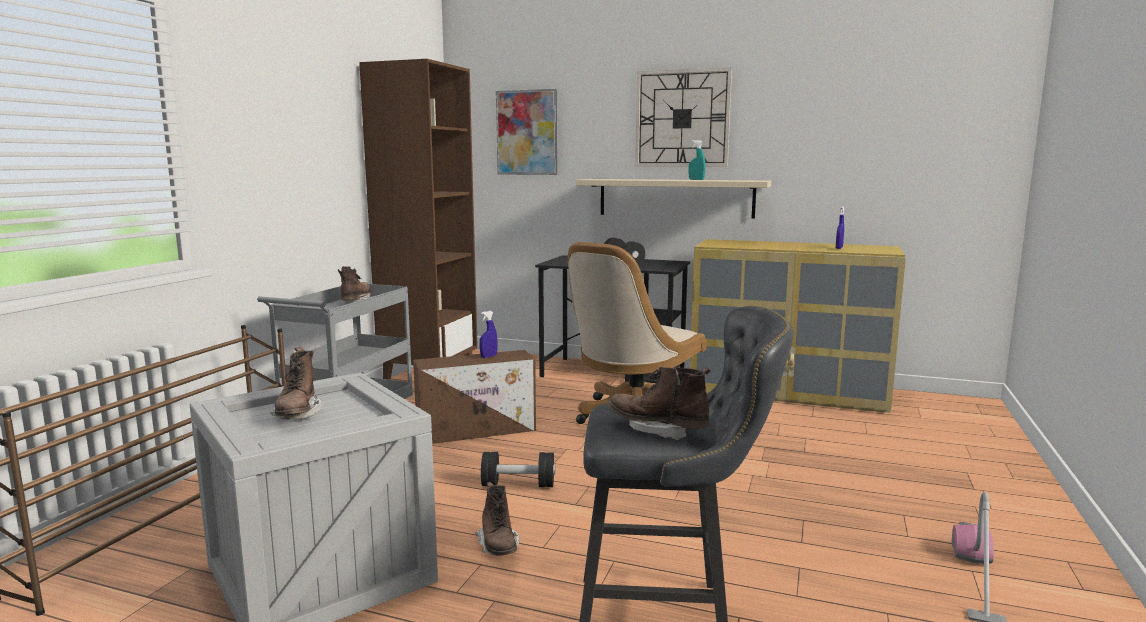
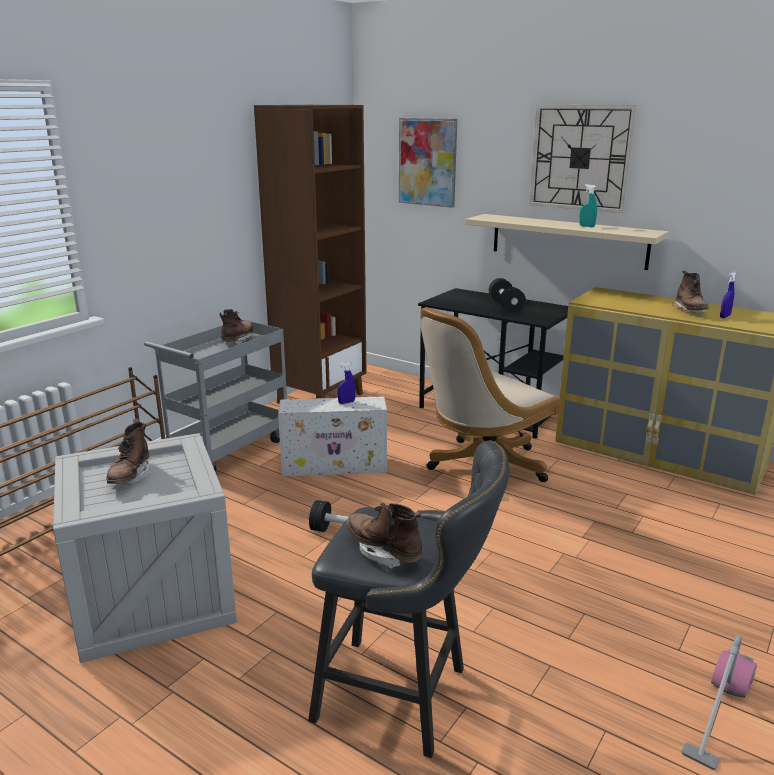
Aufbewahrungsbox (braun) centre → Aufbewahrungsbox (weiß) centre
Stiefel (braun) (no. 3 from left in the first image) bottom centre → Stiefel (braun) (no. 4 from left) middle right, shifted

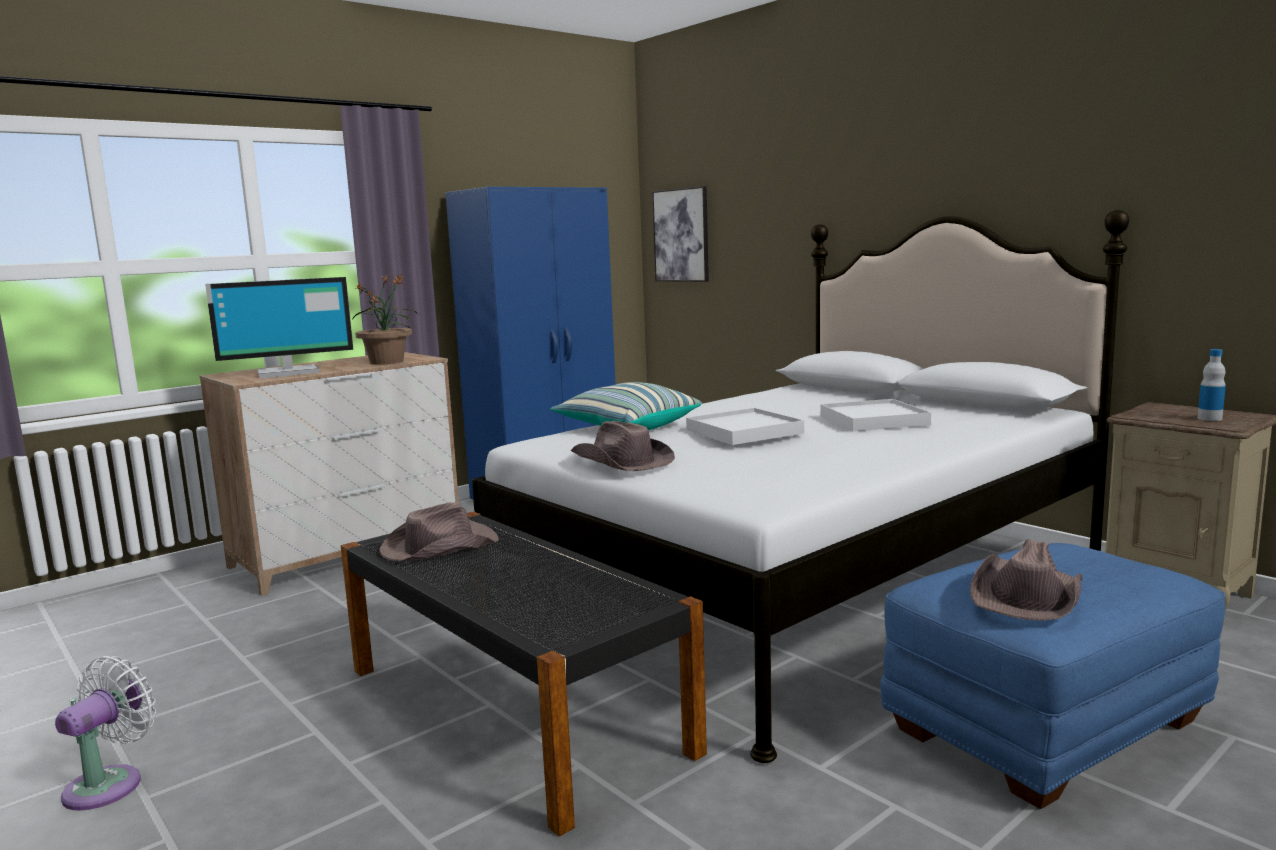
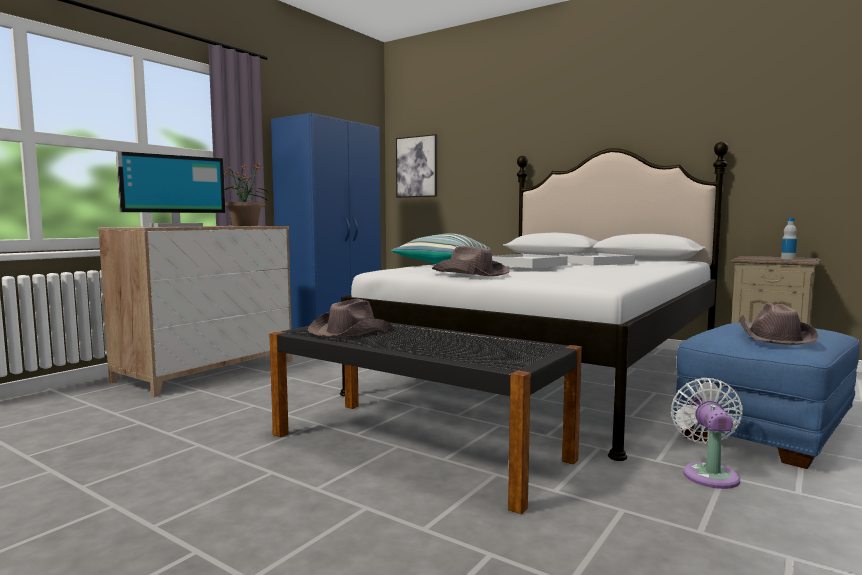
Ventilator (weiß) bottom left → Ventilator (weiß) bottom right, shifted

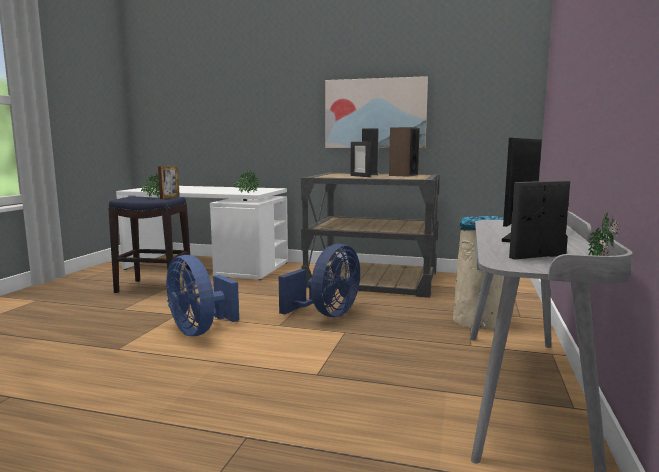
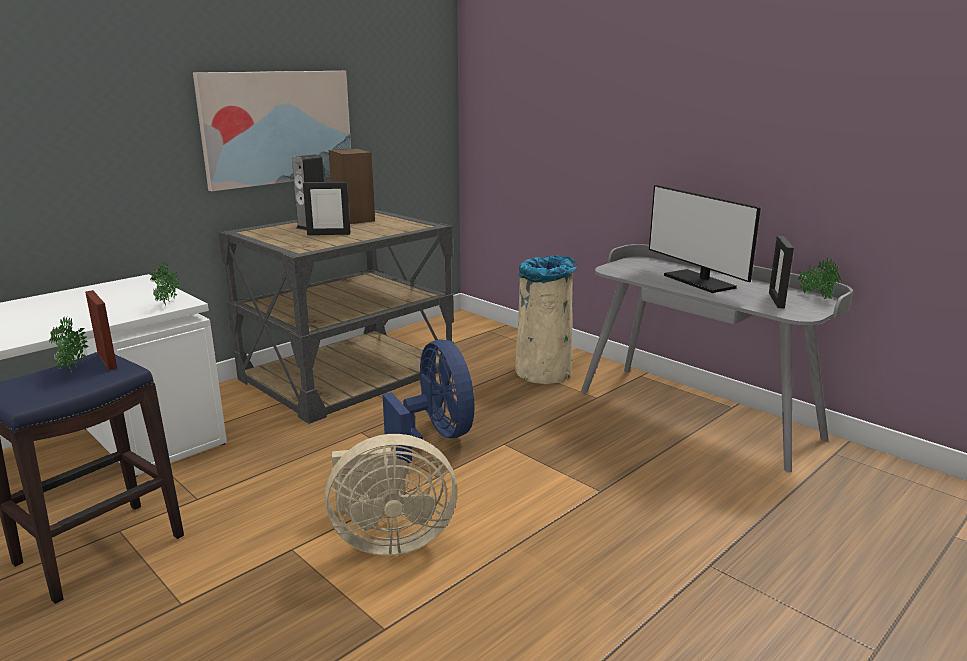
Ventilator (blau) (no. 1 from left) middle left → Ventilator (beige) bottom centre

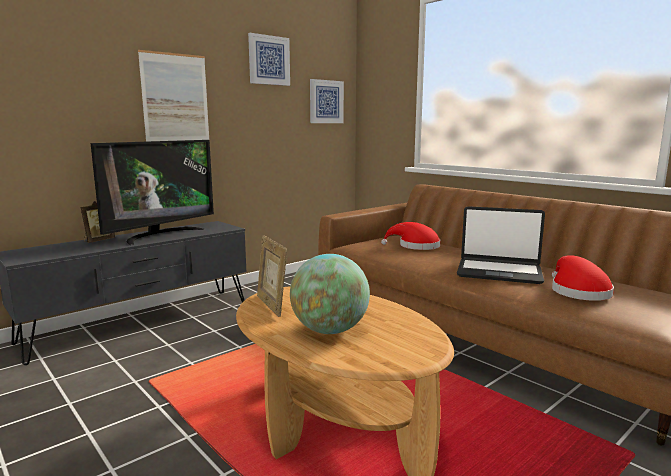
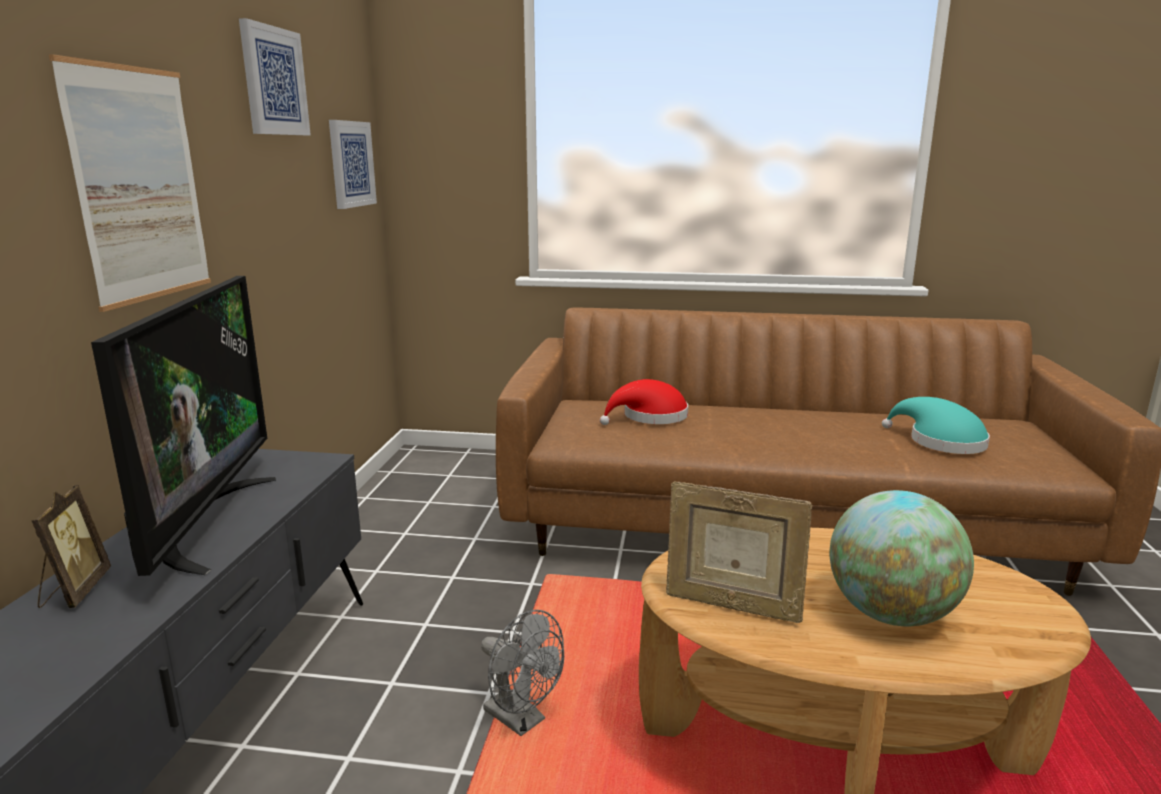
Laptop middle right → -
Hut (rot) (no. 2 from left) middle right → Hut (türkis) middle right
- → Ventilator (grau) bottom centre

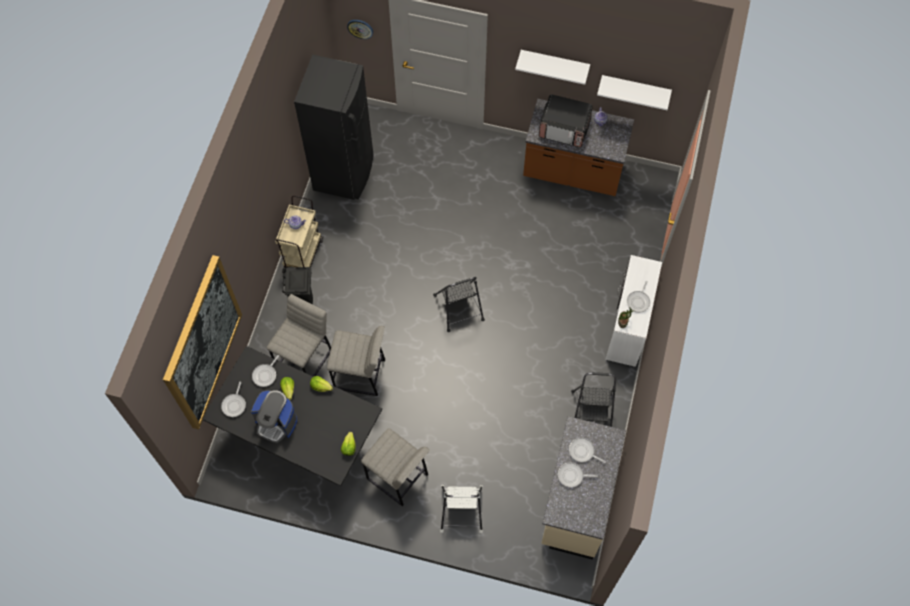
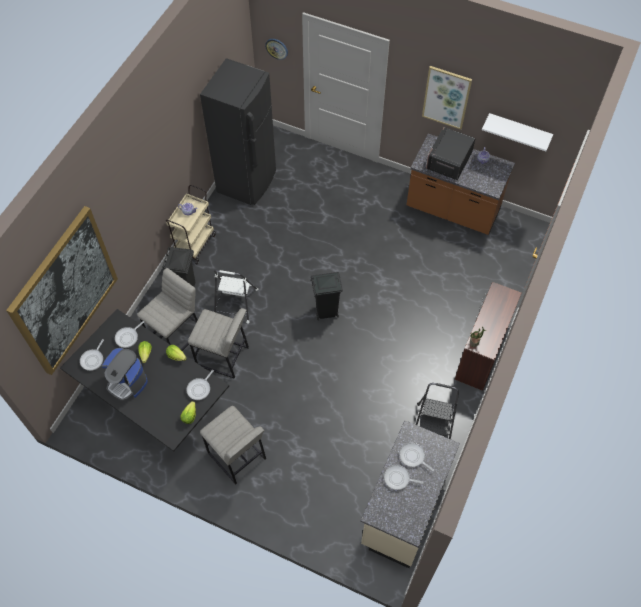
Wandregal (weiß) (no. 1 from left) top centre → Bild (no. 2 from left) top right
Mikrowelle top centre → Mikrowelle top right, 90 degrees clockwise
Schreibtisch (weiß) middle right → Schreibtisch (braun) middle right
Trittleiter (schwarz) (no. 1 from left) centre → Mülleimer (schwarz) (no. 2 from left) centre
Pfanne (no. 5 from left in the first image) middle right → Pfanne (no. 3 from left) middle left, shifted
Trittleiter (weiß) bottom centre → Trittleiter (weiß) centre, shifted

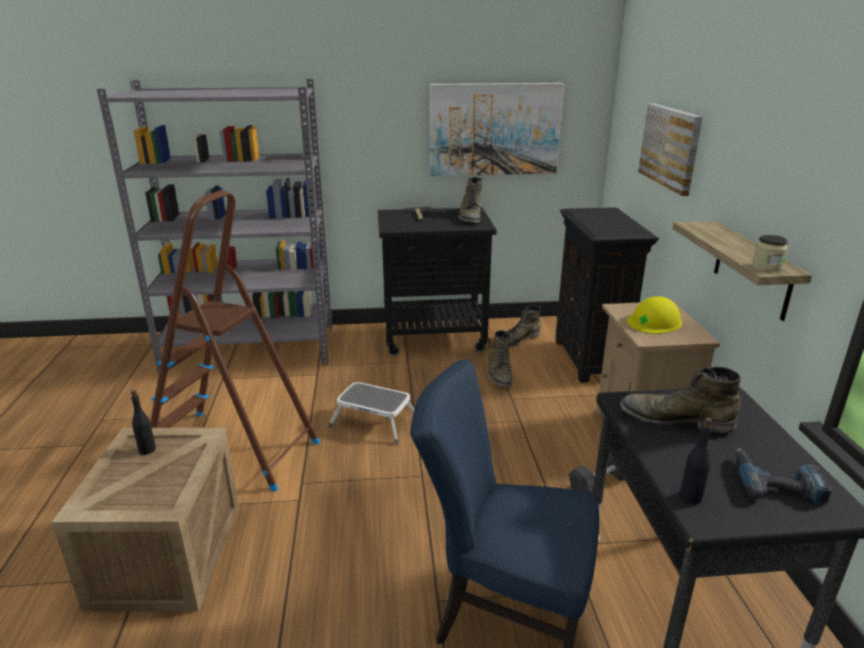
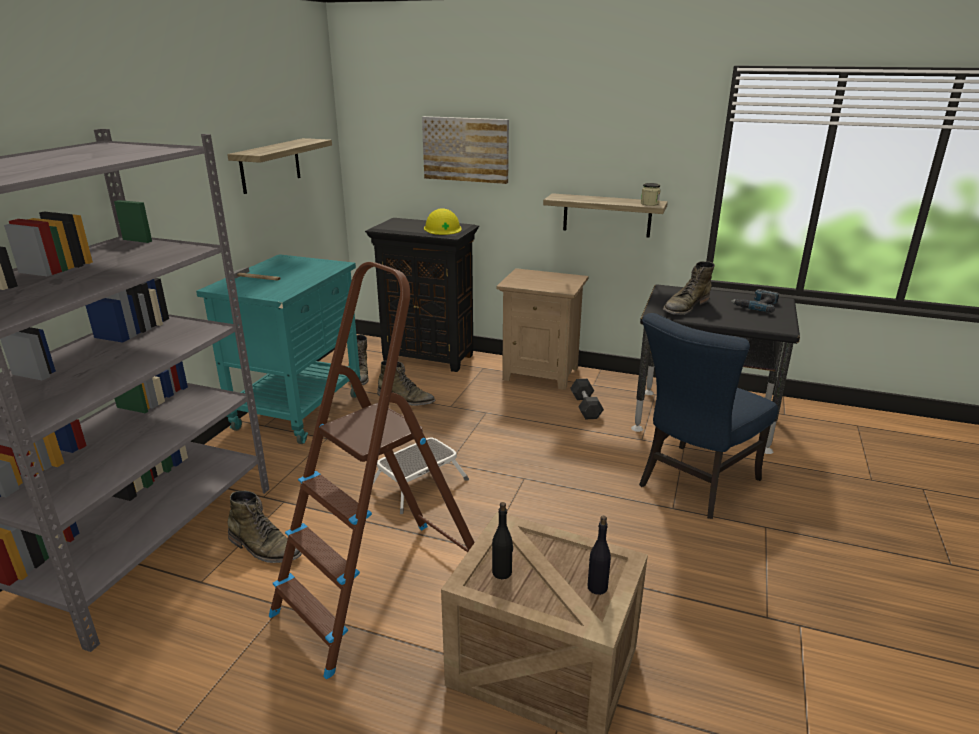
Bild (no. 1 from left) top centre → Wandregal (no. 1 from left) top left
Stiefel (grün) (no. 1 from left) top centre → Stiefel (grün) (no. 1 from left) bottom left, shifted
Rollwagen (schwarz) centre → Rollwagen (türkis) middle left
Schutzhelm (gelb) middle right → Schutzhelm (gelb) top centre, shifted
Flasche (schwarz) (no. 2 from left) bottom right → Flasche (schwarz) (no. 2 from left) bottom centre, shifted

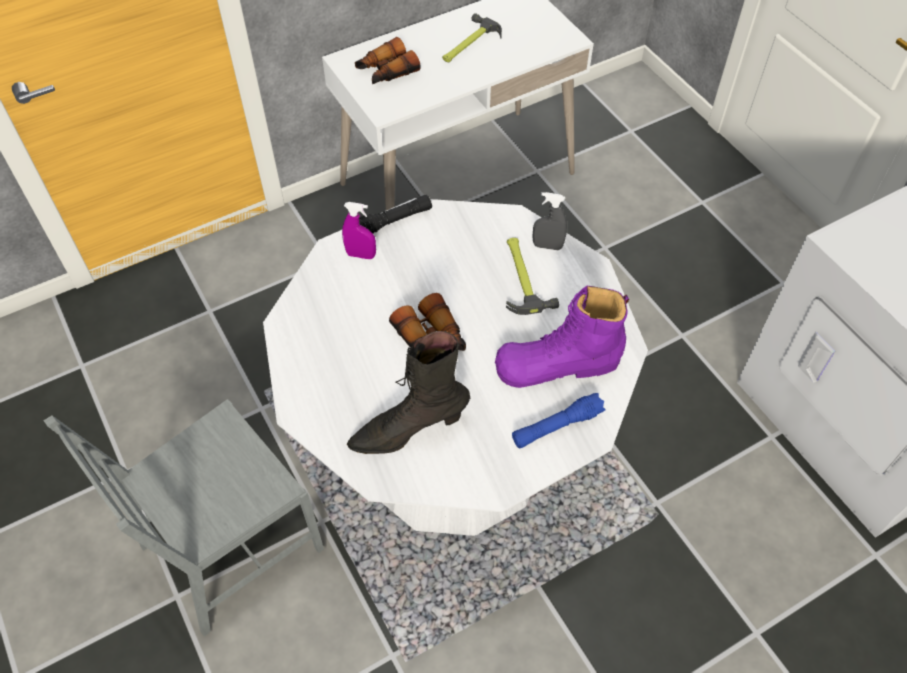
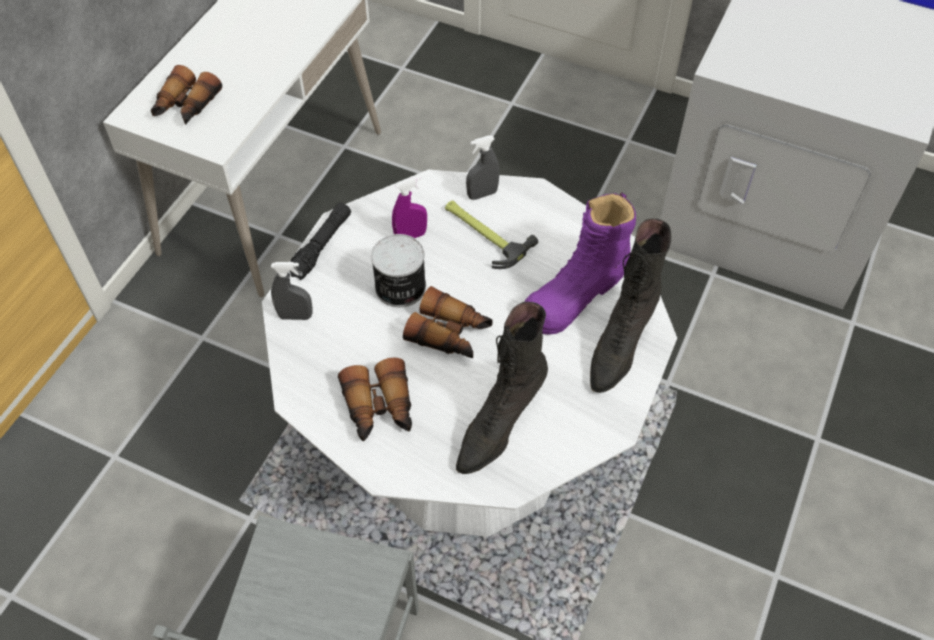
Hammer (no. 1 from left) top centre → -
Sprühflasche (lila) centre → Sprühflasche (lila) top centre, shifted
Taschenlampe (blau) centre → Stiefel (schwarz) (no. 2 from left) middle right
- → Dose centre
- → Sprühflasche (grau) (no. 1 from left) middle left
- → Fernglas (no. 2 from left) centre

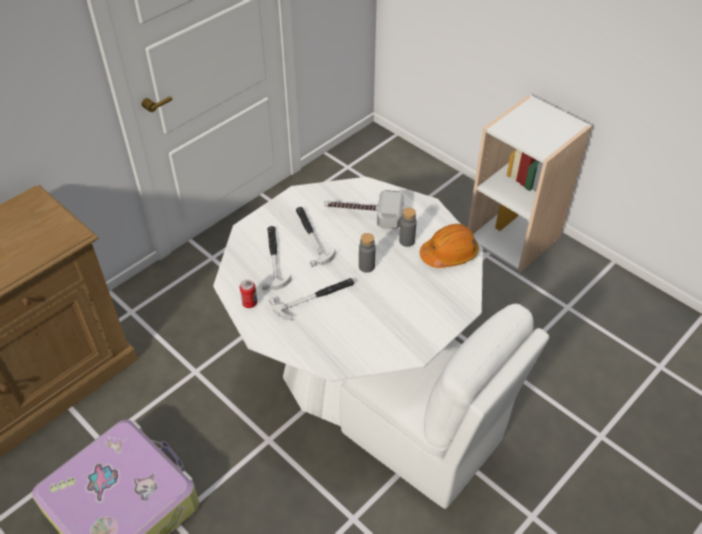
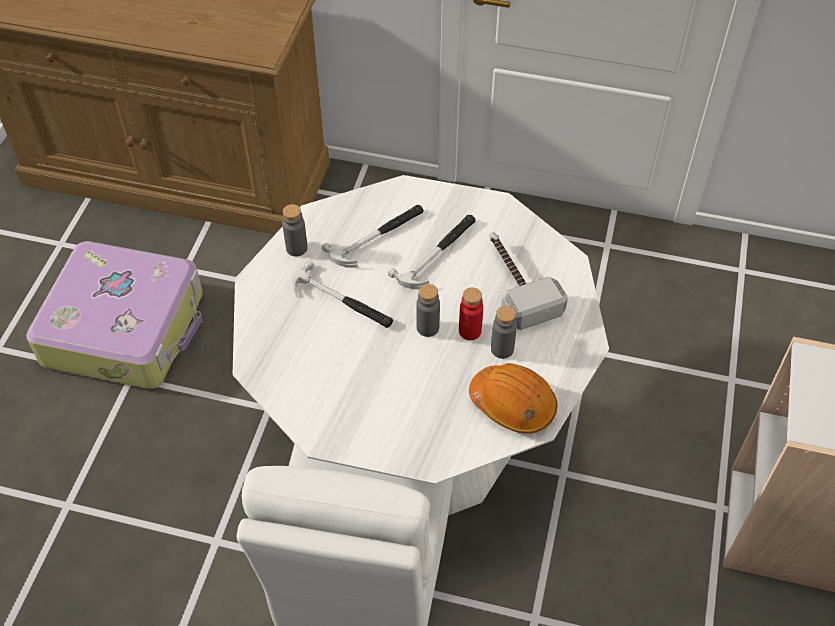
Dose centre → Flasche (grau) (no. 1 from left) centre
- → Flasche (rot) centre

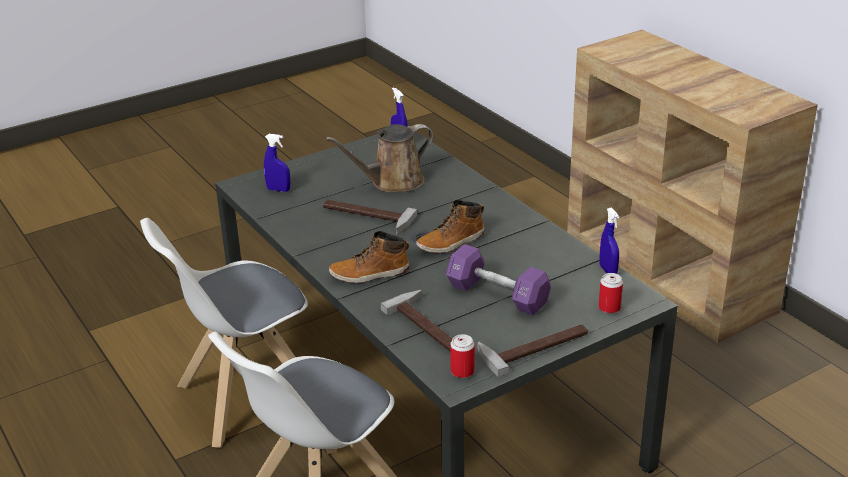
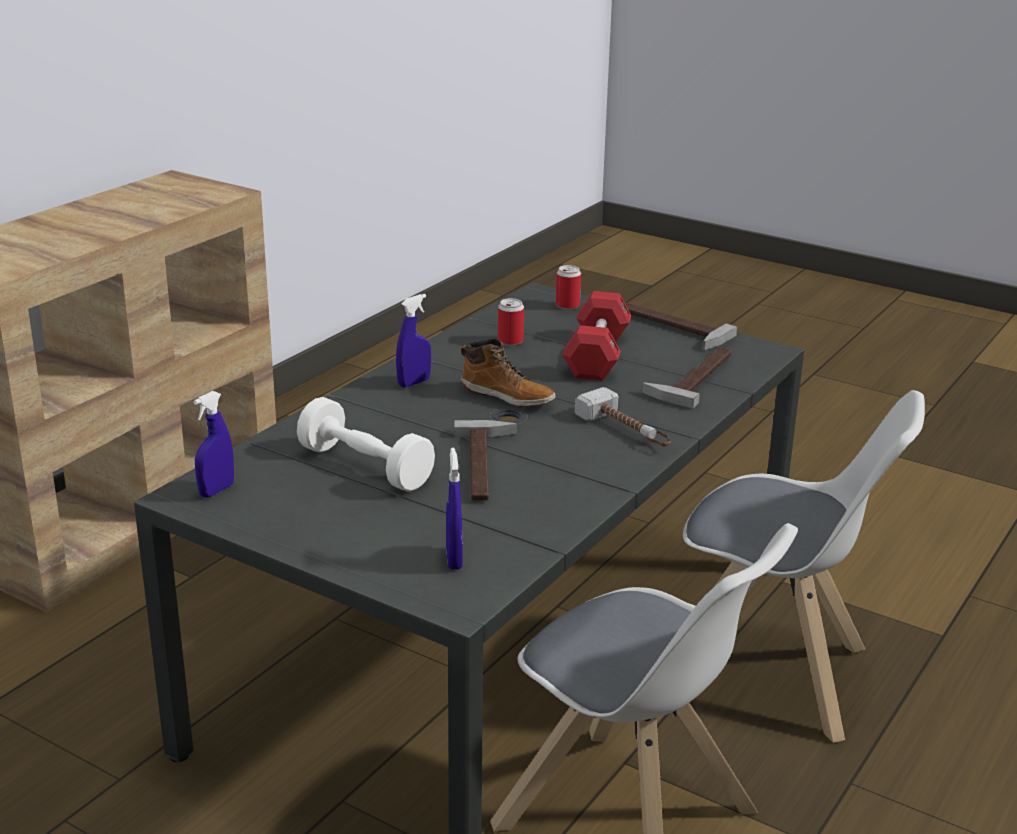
Gießkanne (braun) top centre → Hantel (weiß) centre
Sprühflasche (blau) (no. 3 from left in the first image) middle right → Sprühflasche (blau) (no. 2 from left) centre, shifted
Stiefel (no. 1 from left) centre → Hammer (no. 2 from left) centre
Hantel (lila) centre → Hantel (rot) centre
Dose (no. 1 from left) bottom centre → Dose (no. 1 from left) centre, shifted

